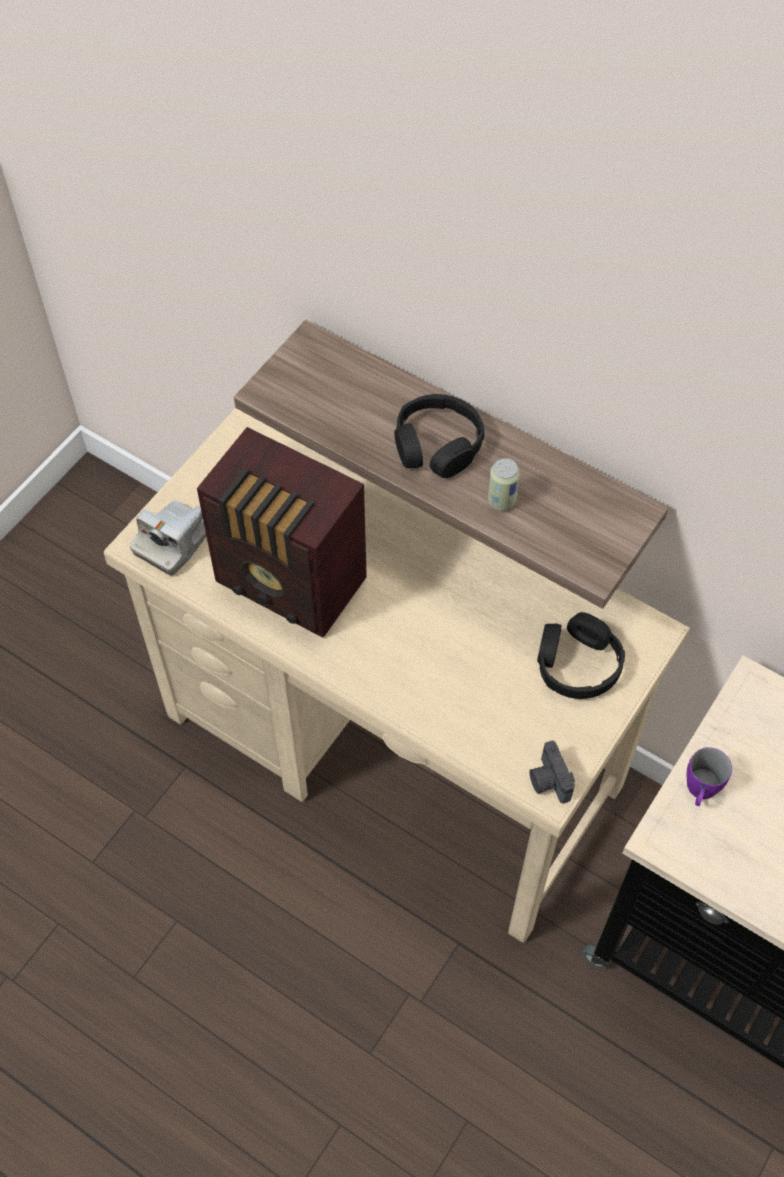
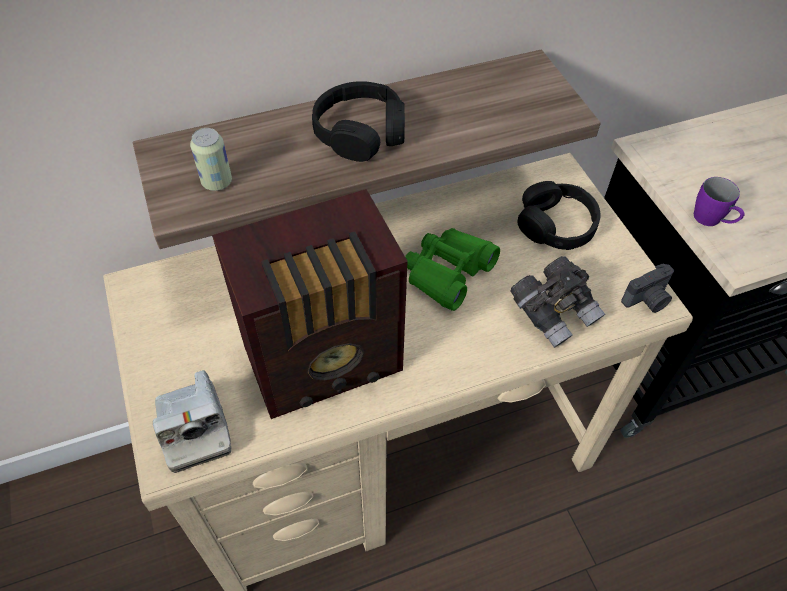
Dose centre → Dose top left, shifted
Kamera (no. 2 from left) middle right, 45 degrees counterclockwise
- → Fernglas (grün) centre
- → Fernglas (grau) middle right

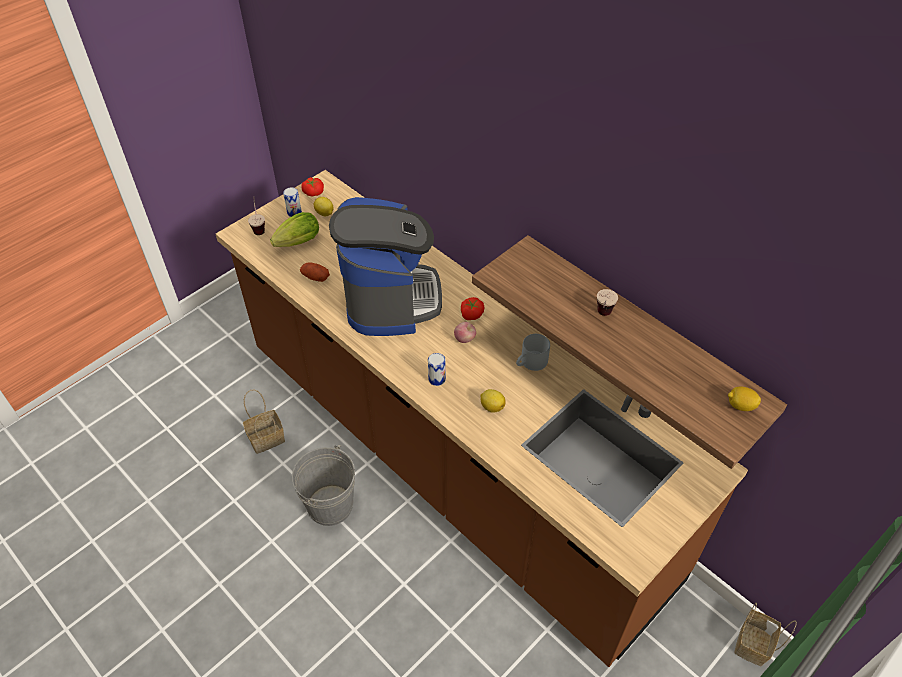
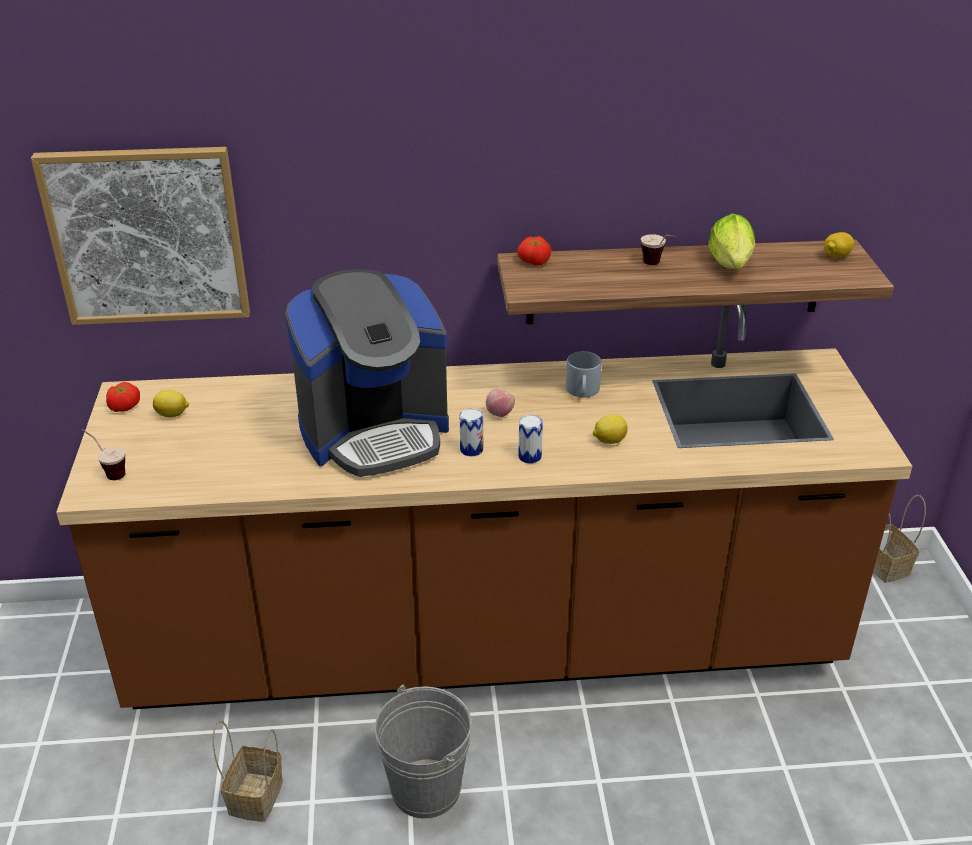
Dose (no. 1 from left) top left → Dose (no. 1 from left) centre, shifted
Kaffeemaschine centre, 120 degrees clockwise
Salatkopf middle left → Salatkopf top right, shifted
Kartoffel centre → -
Tomate (no. 2 from left) centre → Tomate (no. 2 from left) top centre, shifted
- → Bild top left

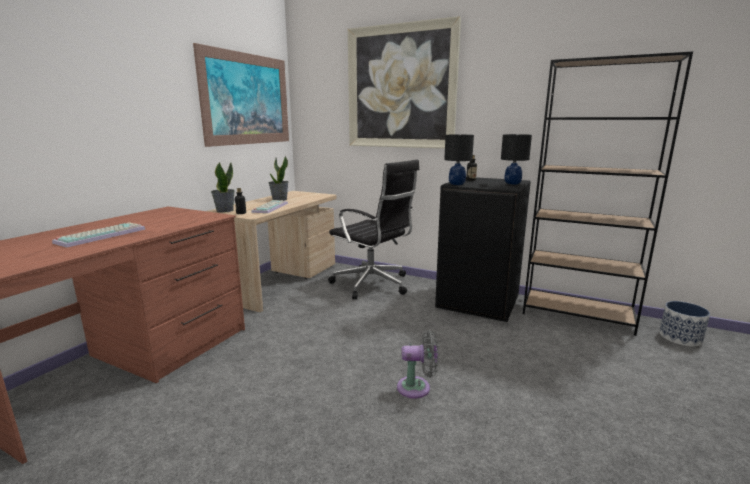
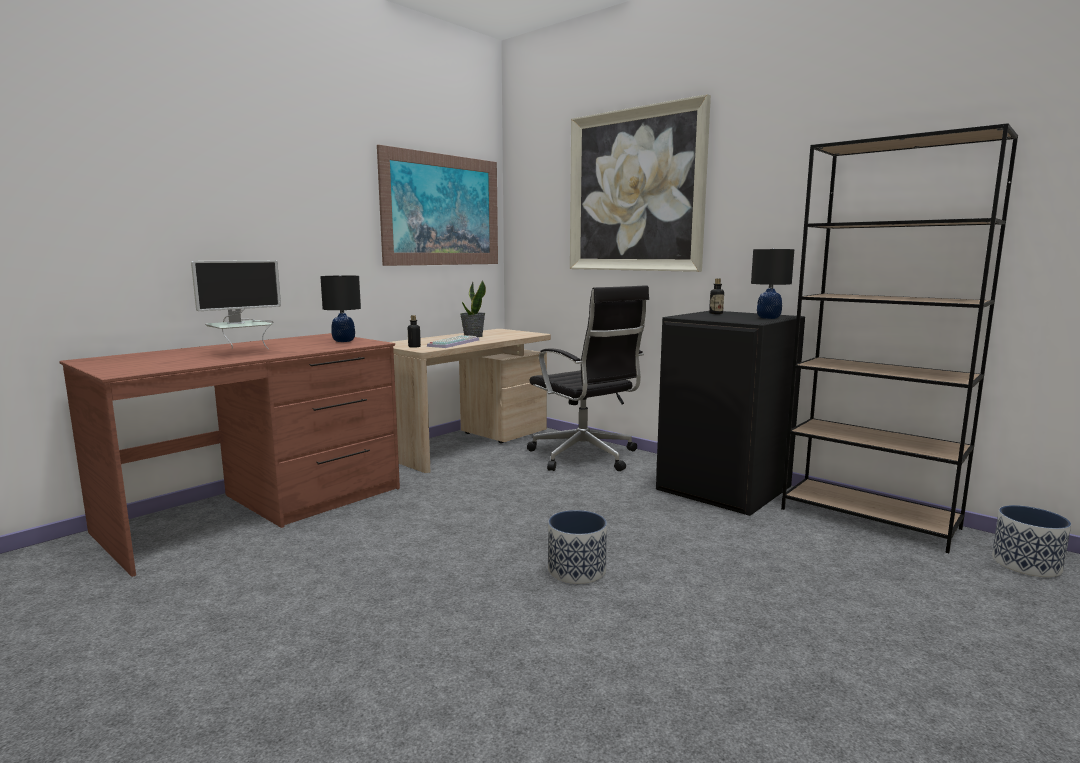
Tischlampe (schwarz) (no. 1 from left) top centre → Tischlampe (schwarz) (no. 1 from left) middle left, shifted
Topfpflanze (no. 1 from left) middle left → -
Tastatur (no. 1 from left) middle left → Monitor middle left
Ventilator (grau) bottom centre → Pflanzkübel (no. 1 from left) bottom centre

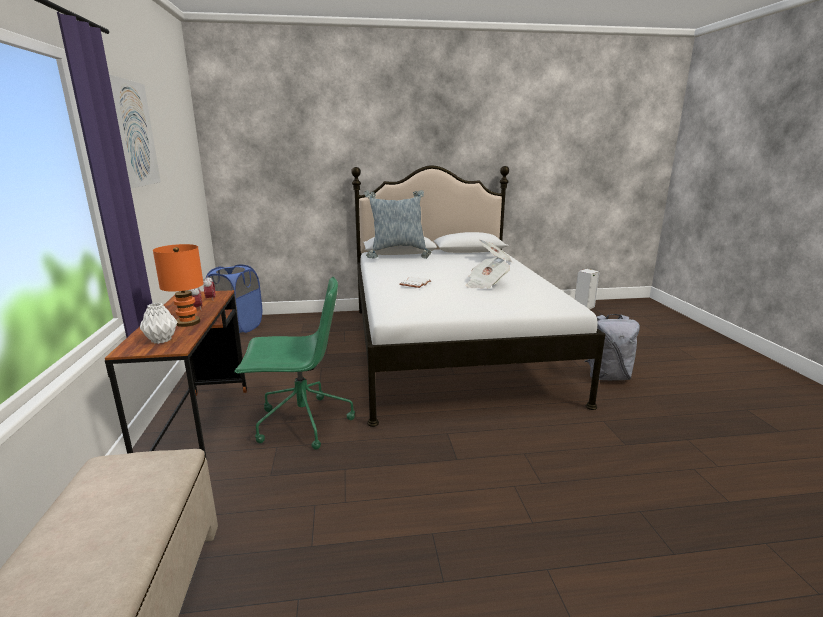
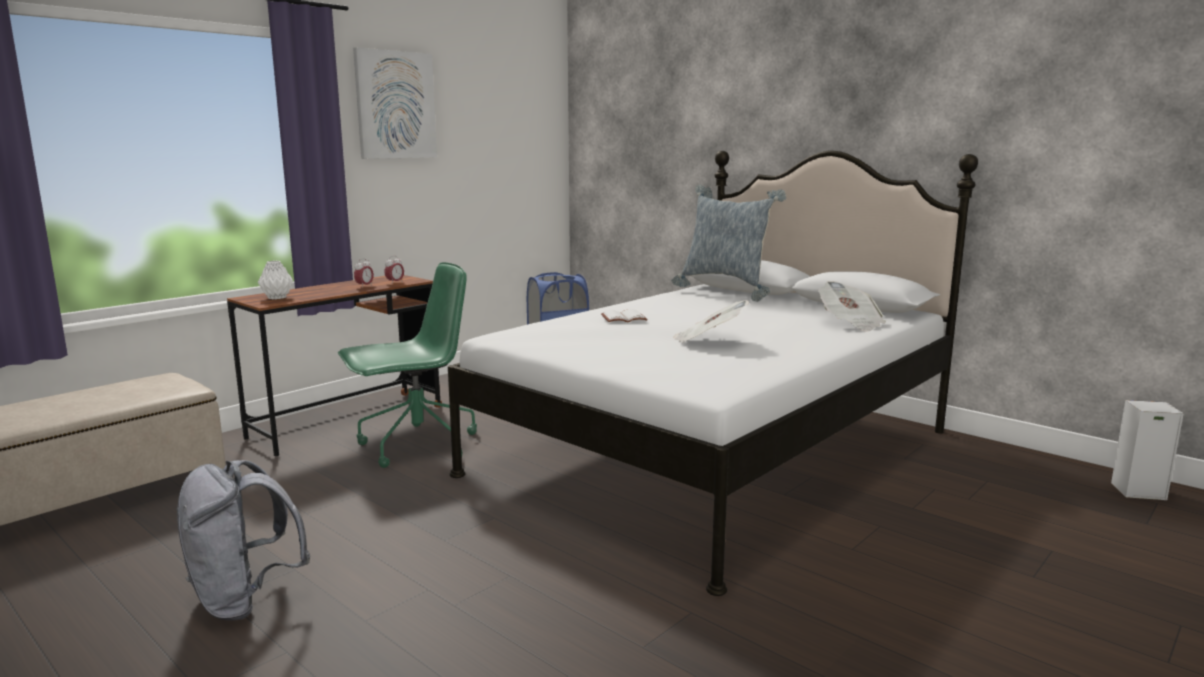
Tischlampe (orange) middle left → -
Bürostuhl (grün) centre, 75 degrees counterclockwise
Rucksack (grau) middle right → Rucksack (grau) bottom left, shifted

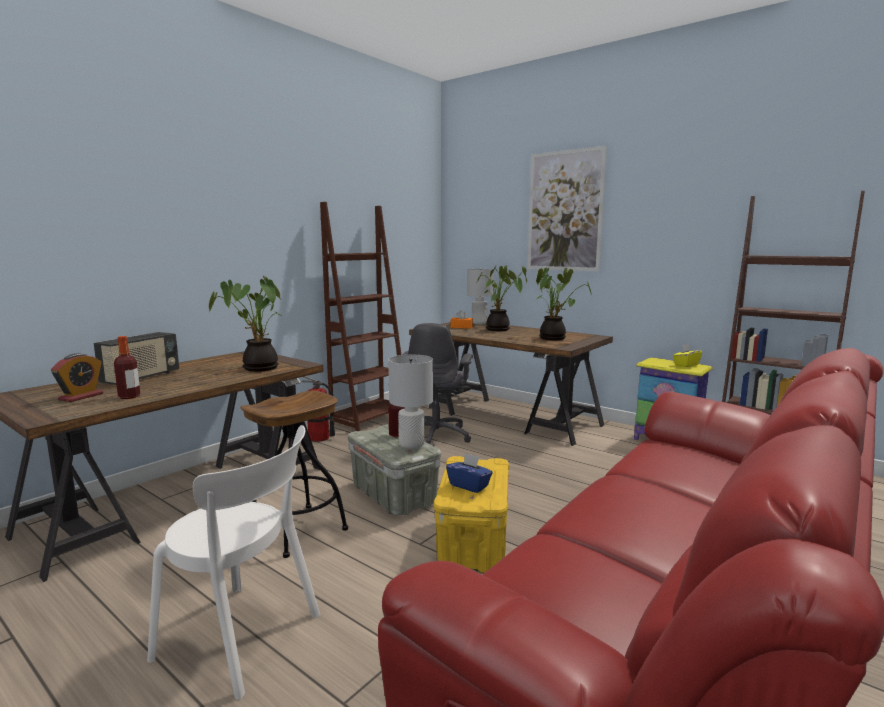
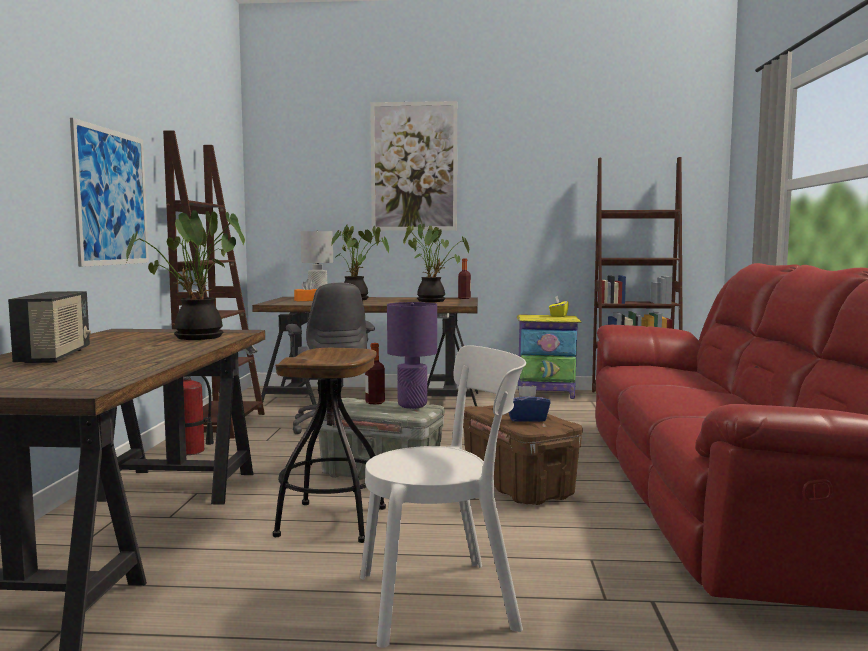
Flasche (no. 1 from left in the first image) middle left → Flasche (no. 2 from left) centre, shifted
Wecker middle left → -
Tischlampe (grau) (no. 1 from left) centre → Tischlampe (lila) centre
Aufbewahrungsbox (gelb) bottom centre → Aufbewahrungsbox (braun) bottom centre
- → Bild (no. 1 from left) top left

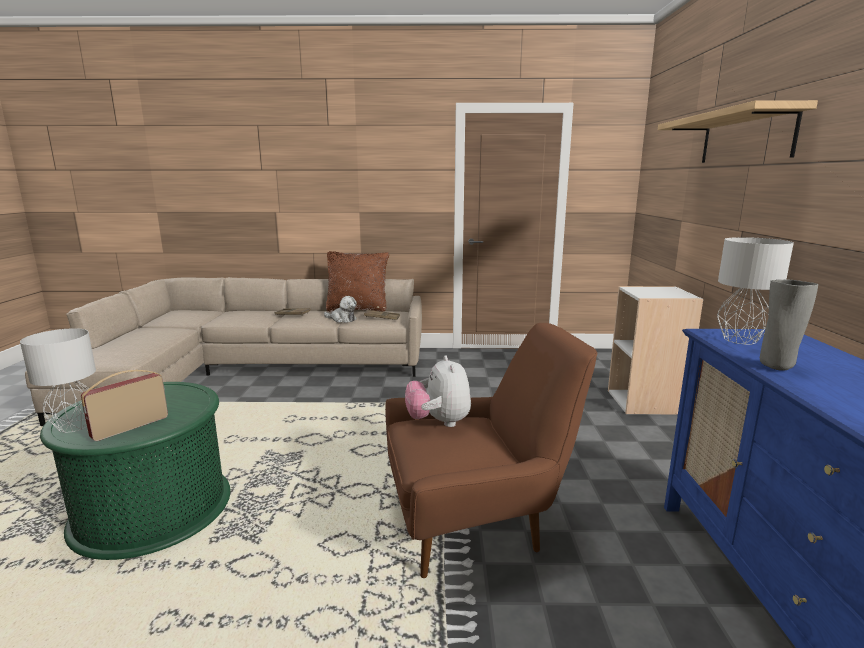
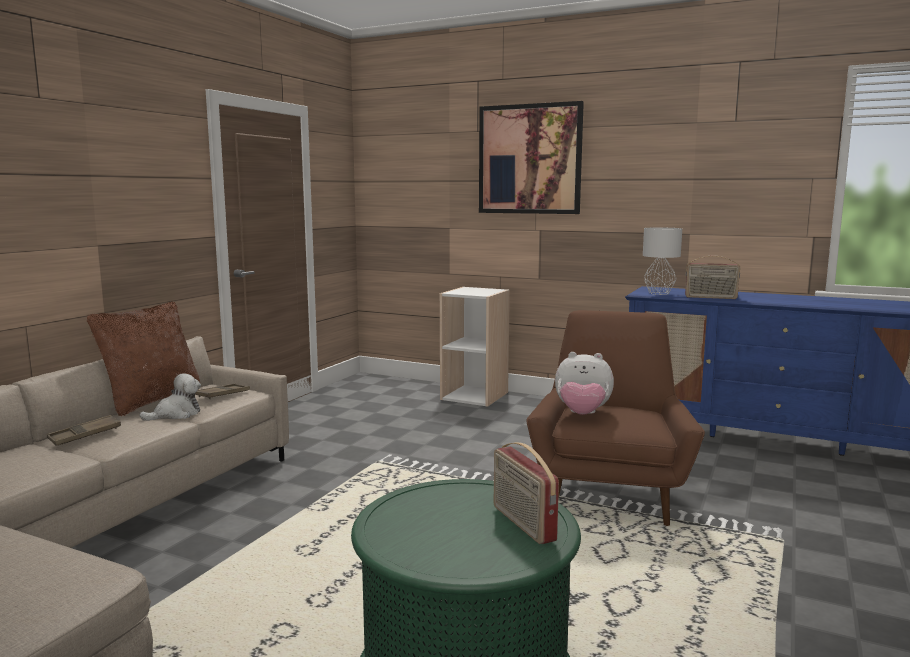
Wandregal top right → Bild top centre
Vase (grau) middle right → Radio (no. 2 from left) middle right
Tischlampe (grau) (no. 1 from left) middle left → -

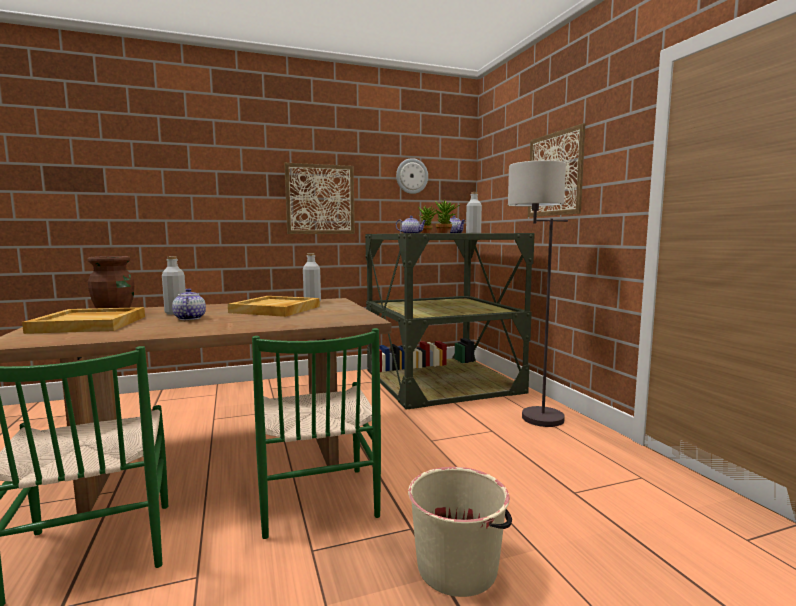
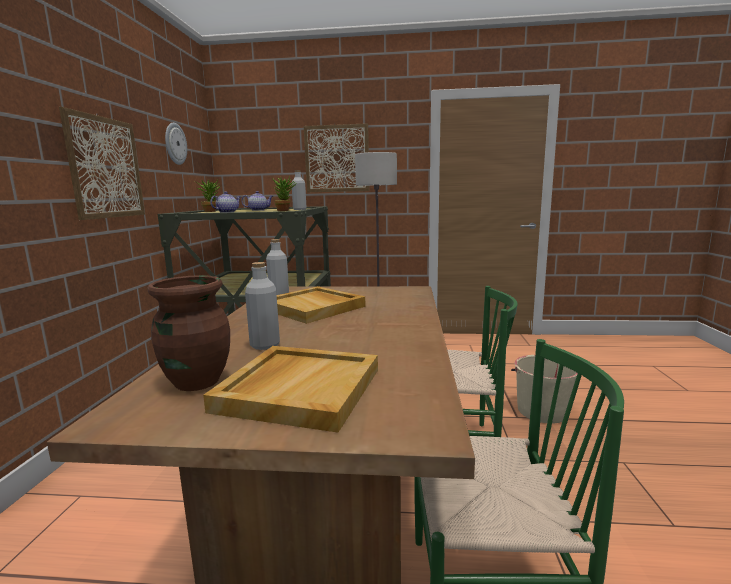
Teekanne (no. 1 from left) middle left → -

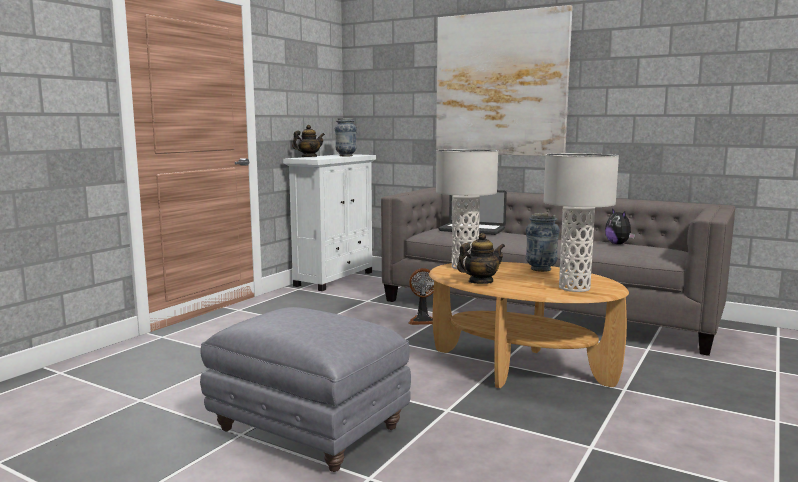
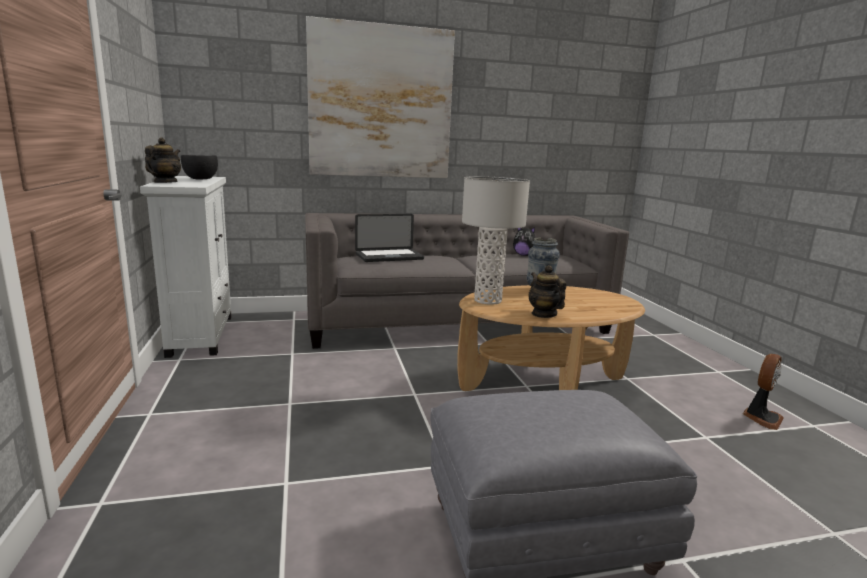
Vase (no. 1 from left) top centre → Schüssel (schwarz) top left
Tischlampe (weiß) (no. 2 from left) middle right → -
Teekanne (no. 2 from left) centre, 45 degrees counterclockwise
Ventilator centre → Ventilator bottom right, shifted

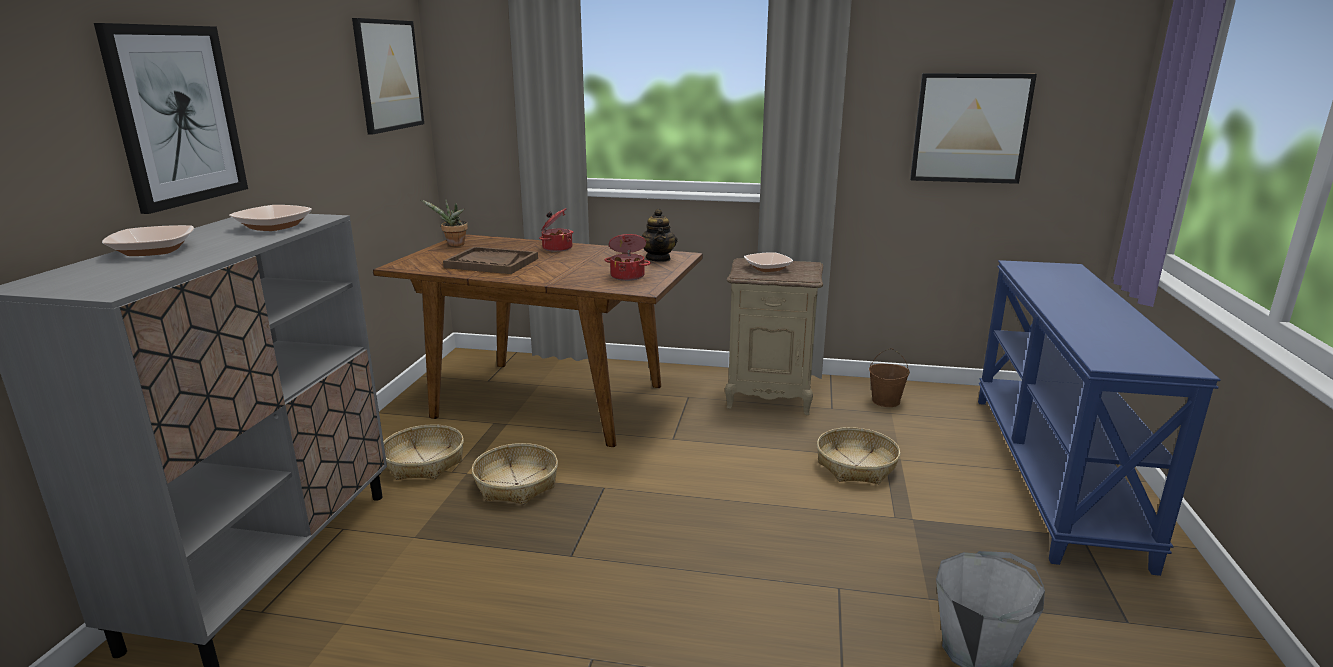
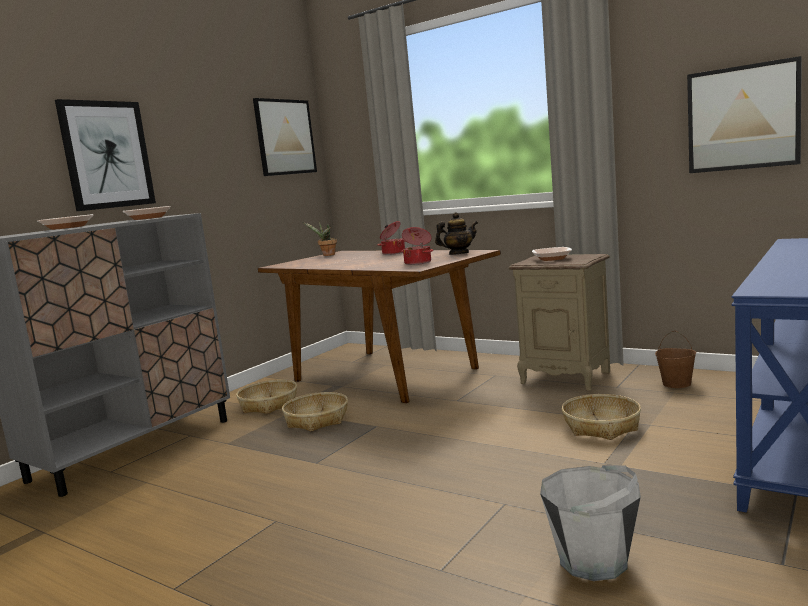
Teekanne centre, 120 degrees counterclockwise
Tablett (braun) centre → -

